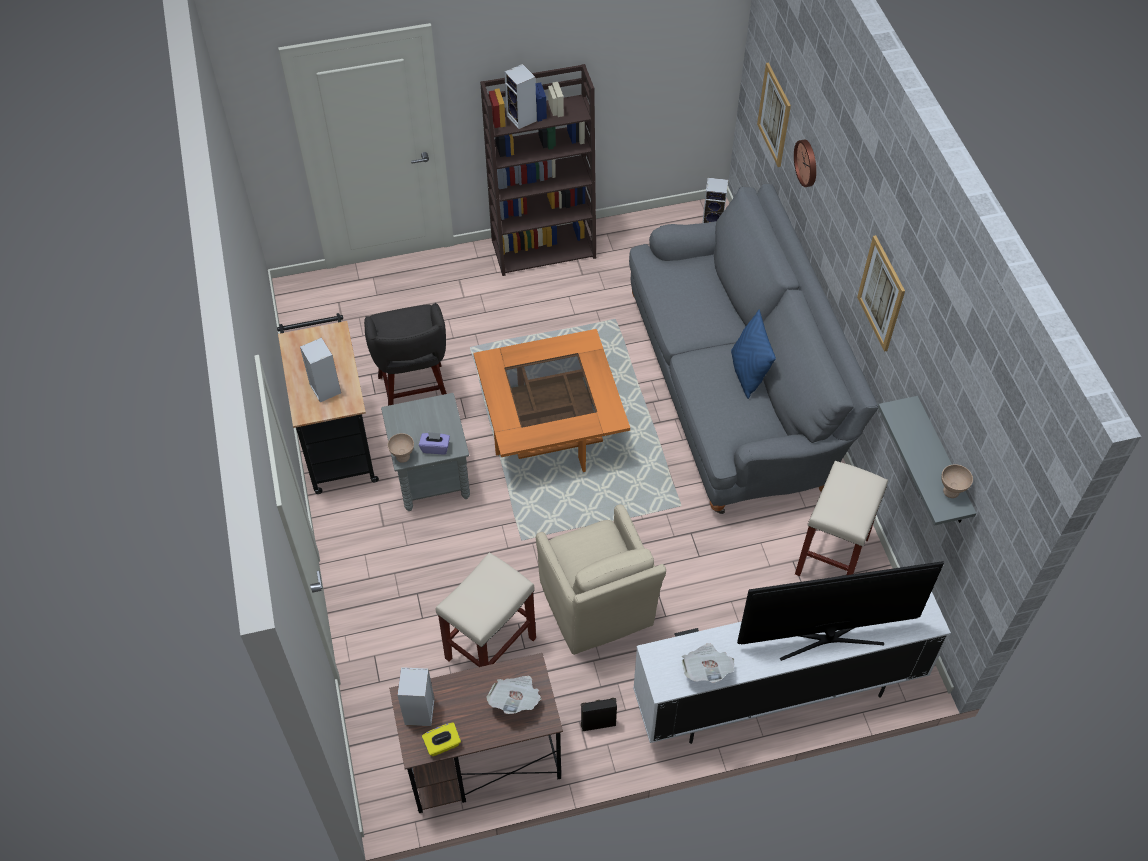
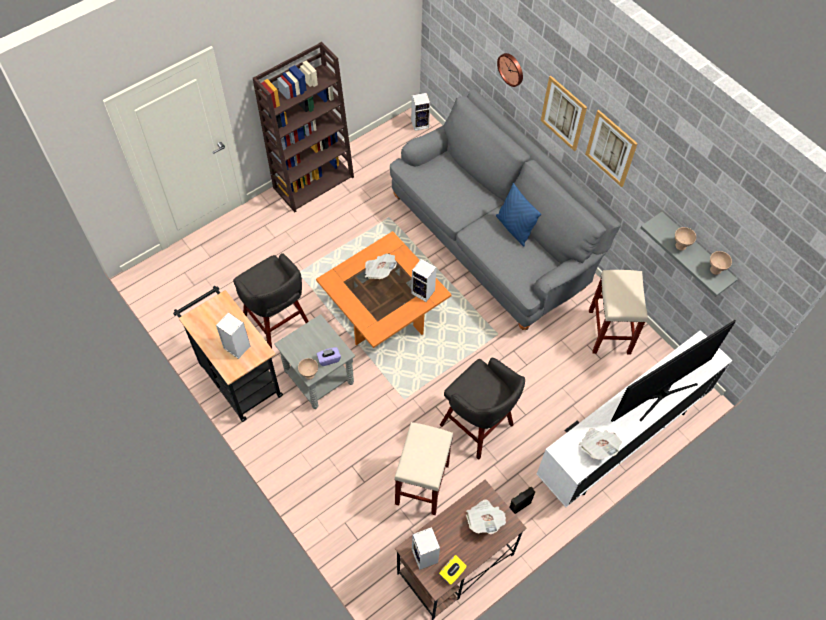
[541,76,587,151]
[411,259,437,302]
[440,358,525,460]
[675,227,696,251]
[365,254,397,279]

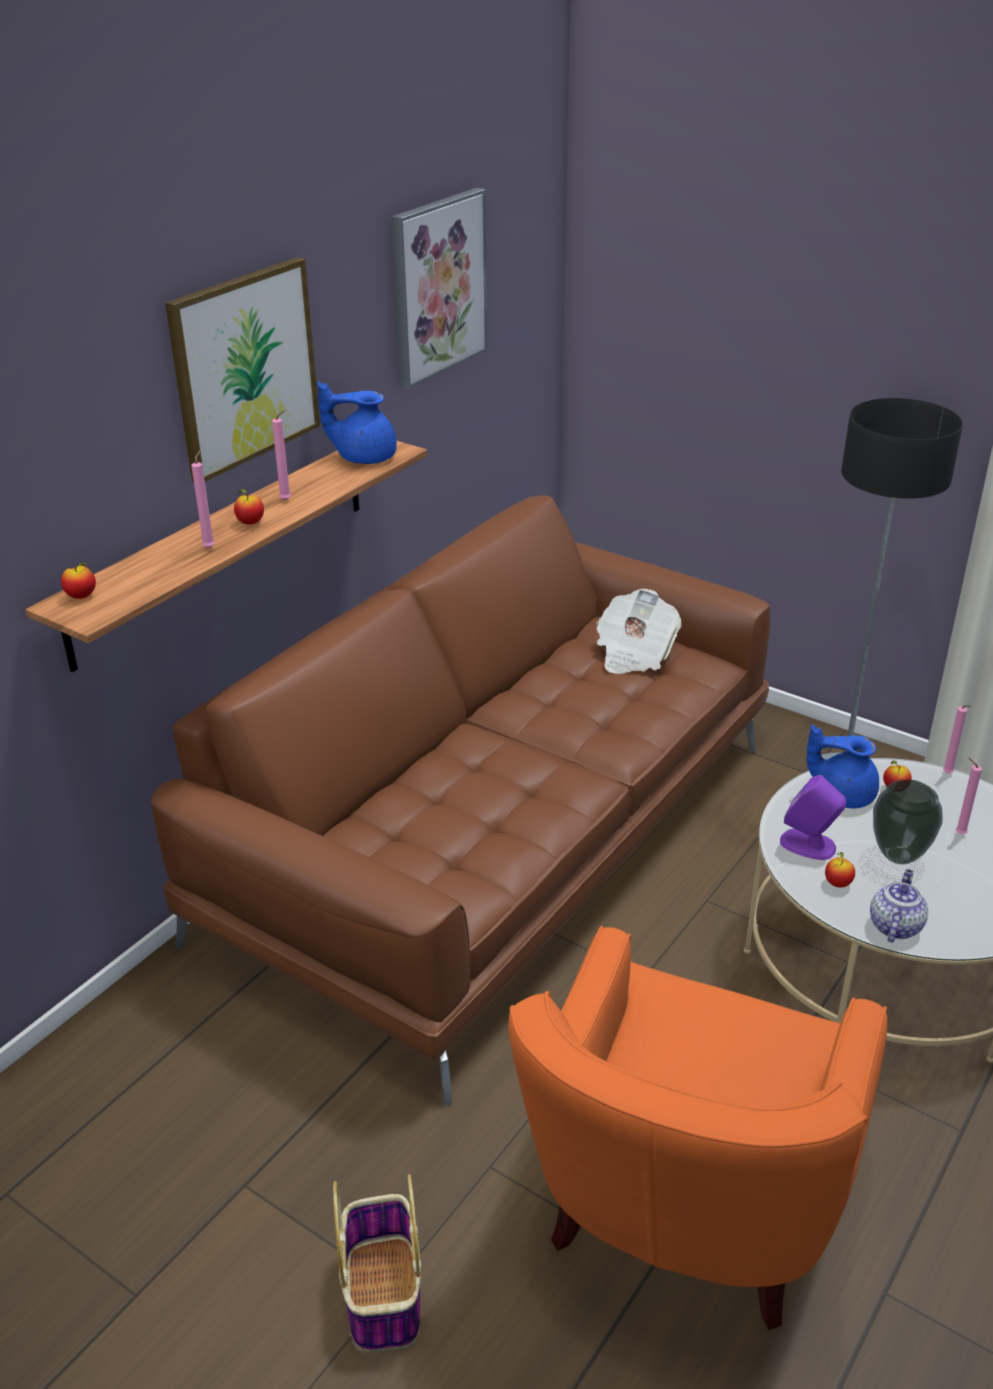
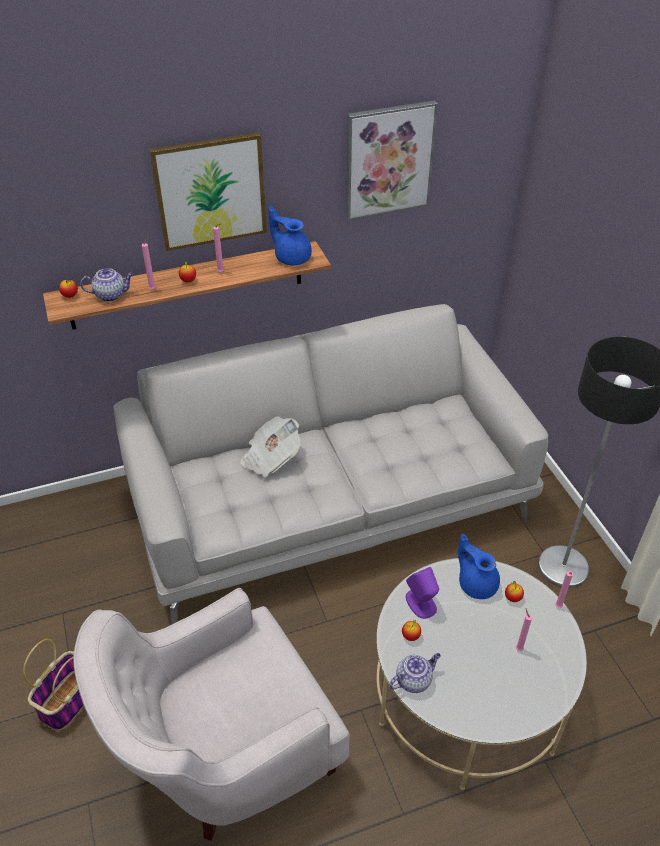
[113,304,548,625]
[240,416,301,477]
[873,780,943,864] (first image)
[73,588,350,841]
[80,268,133,302]

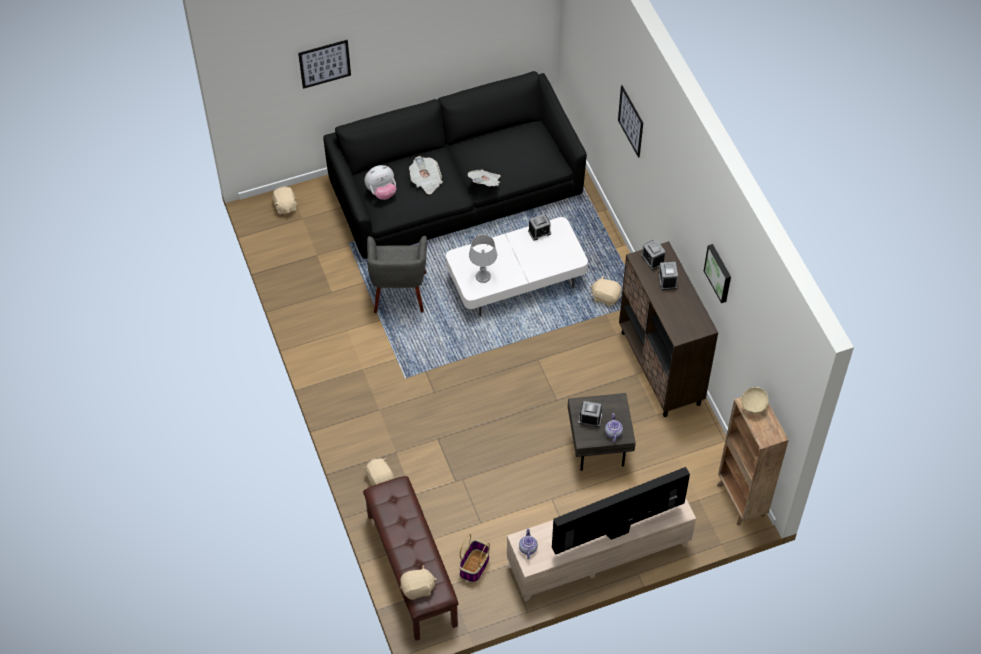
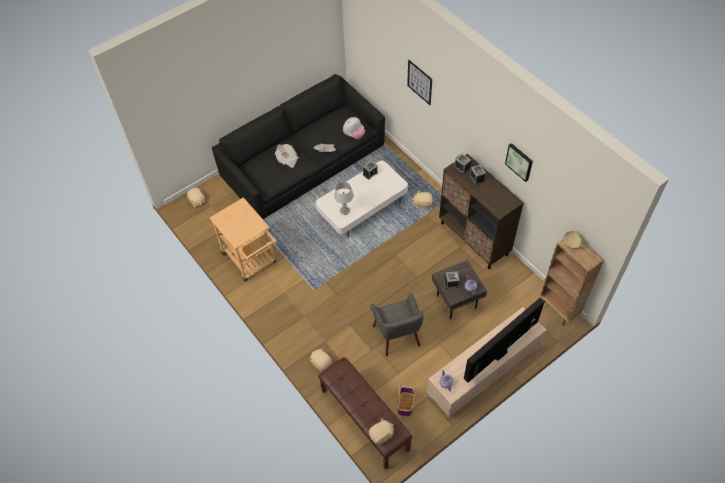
[298,40,351,89] (first image)
[343,117,365,139]
[370,292,423,356]
[210,197,277,281]

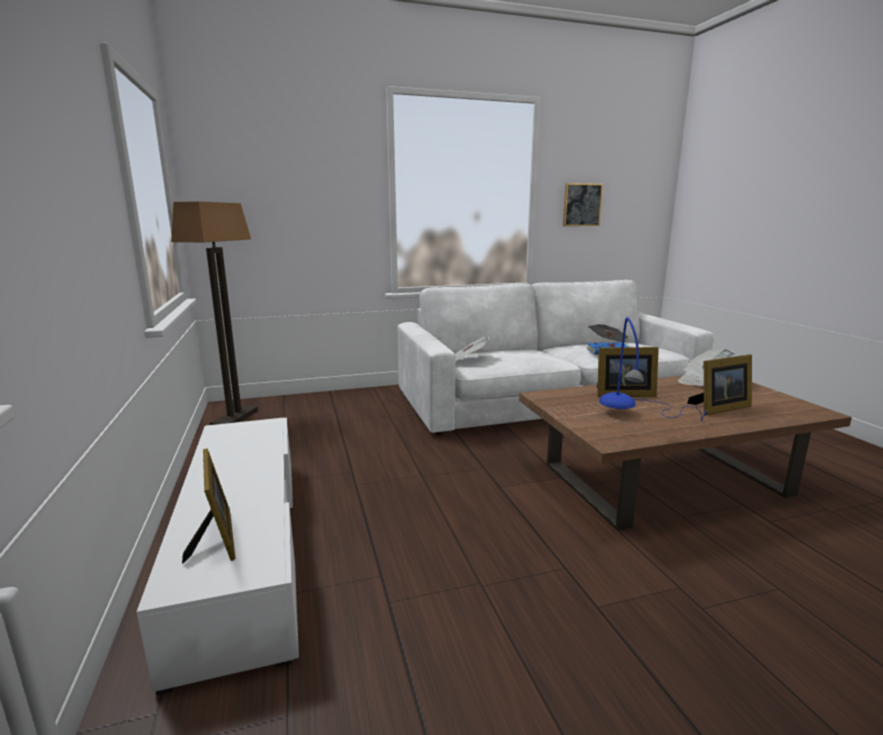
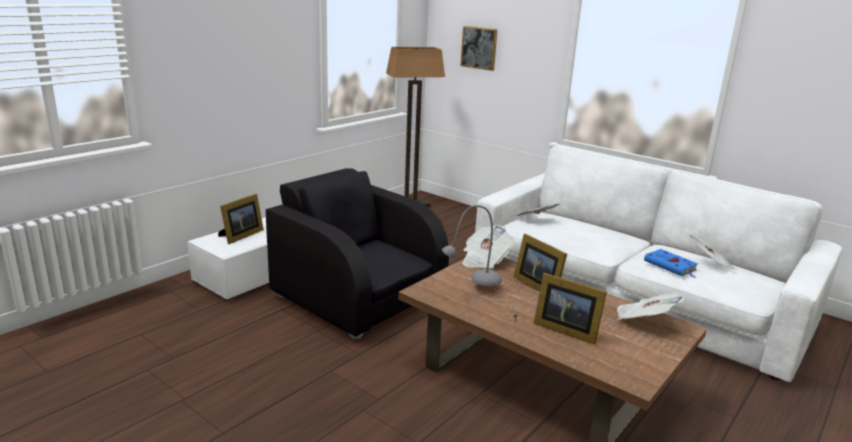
[460,26,497,71]
[442,205,518,322]
[266,168,449,339]
[462,225,514,269]

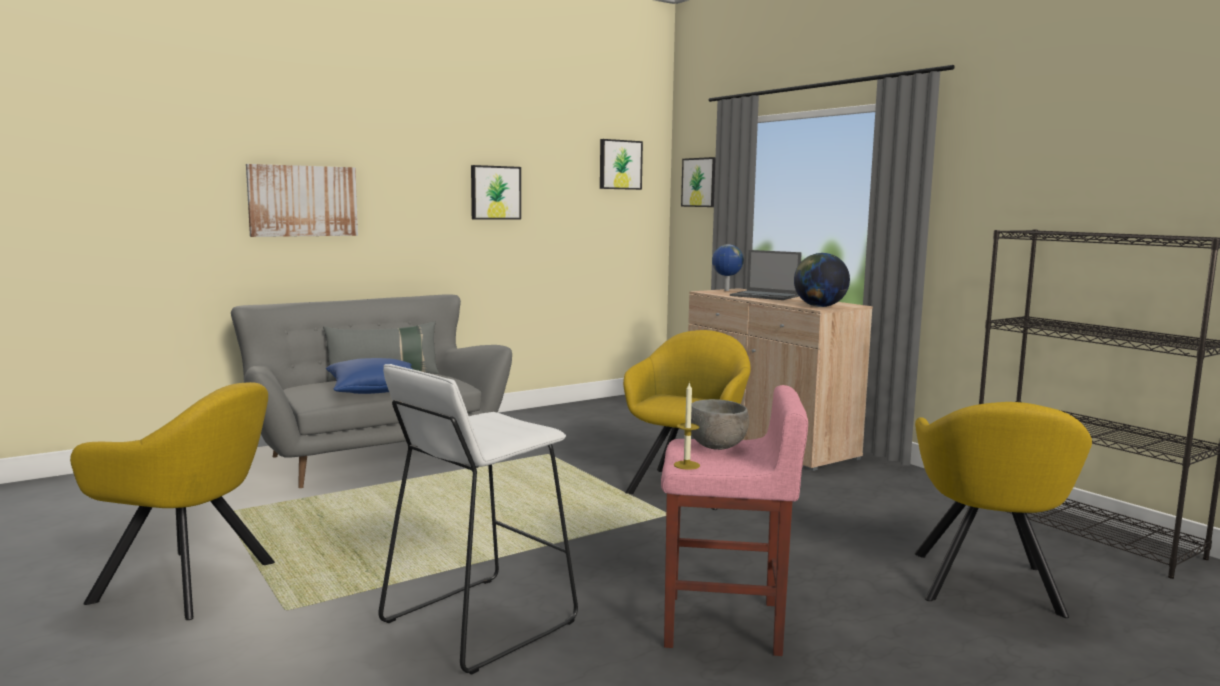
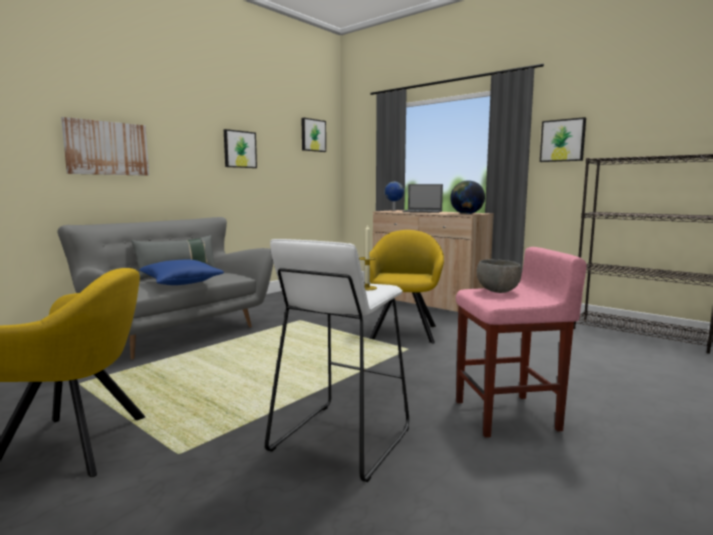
[540,117,586,162]
[359,224,377,290]
[915,402,1092,618] (first image)

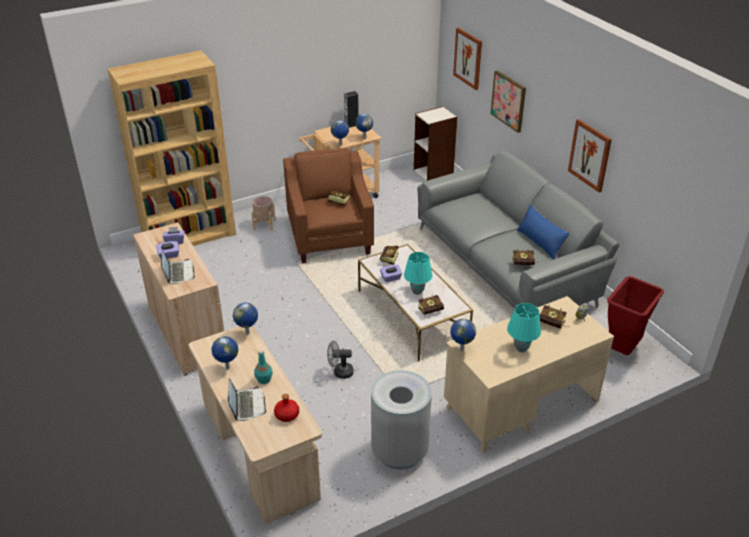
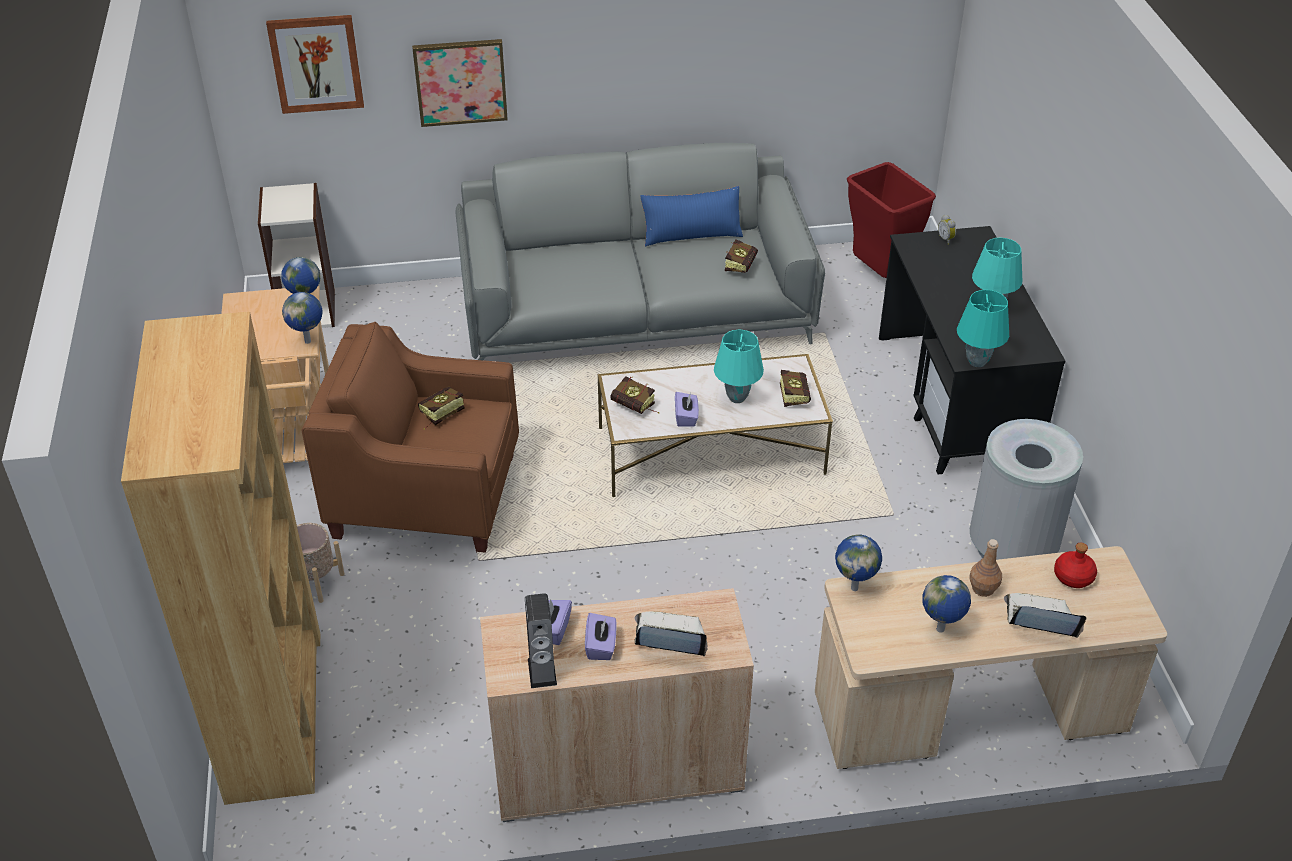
[525,593,557,688]
[568,119,612,192] (first image)
[879,226,1065,475]
[540,305,570,329] (first image)
[957,290,1009,367]
[327,341,354,379] (first image)
[969,539,1002,597]

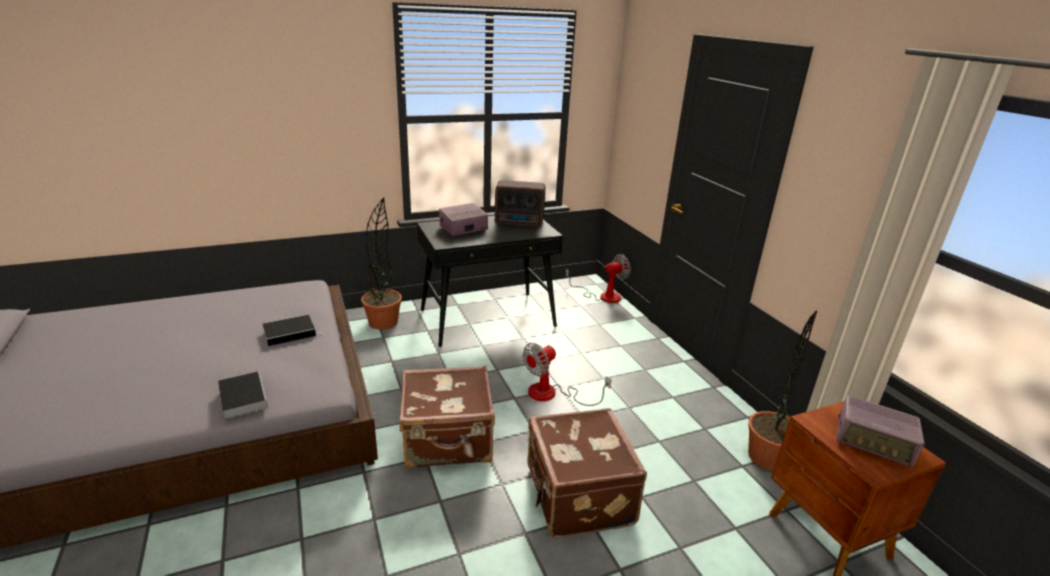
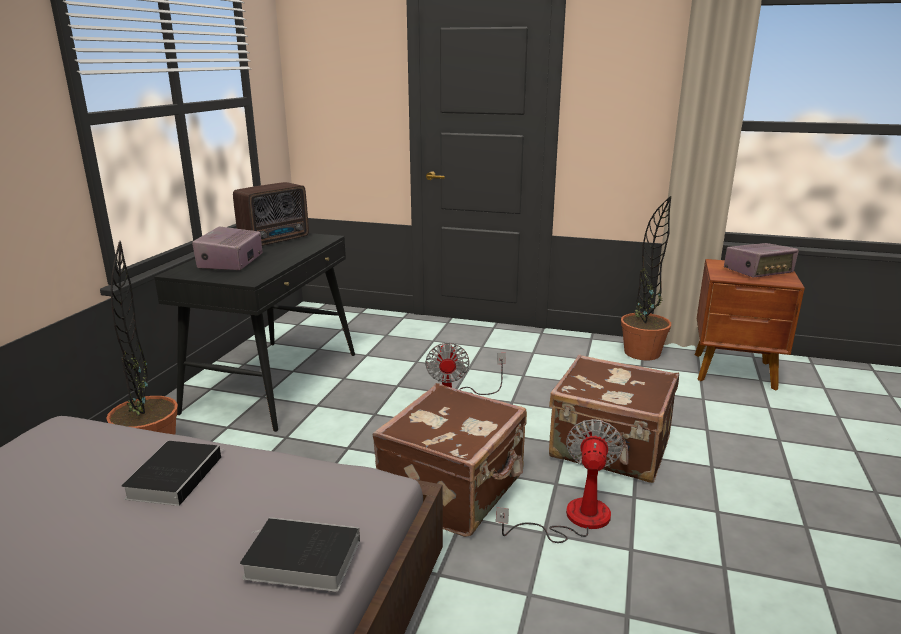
[496,419,624,543]

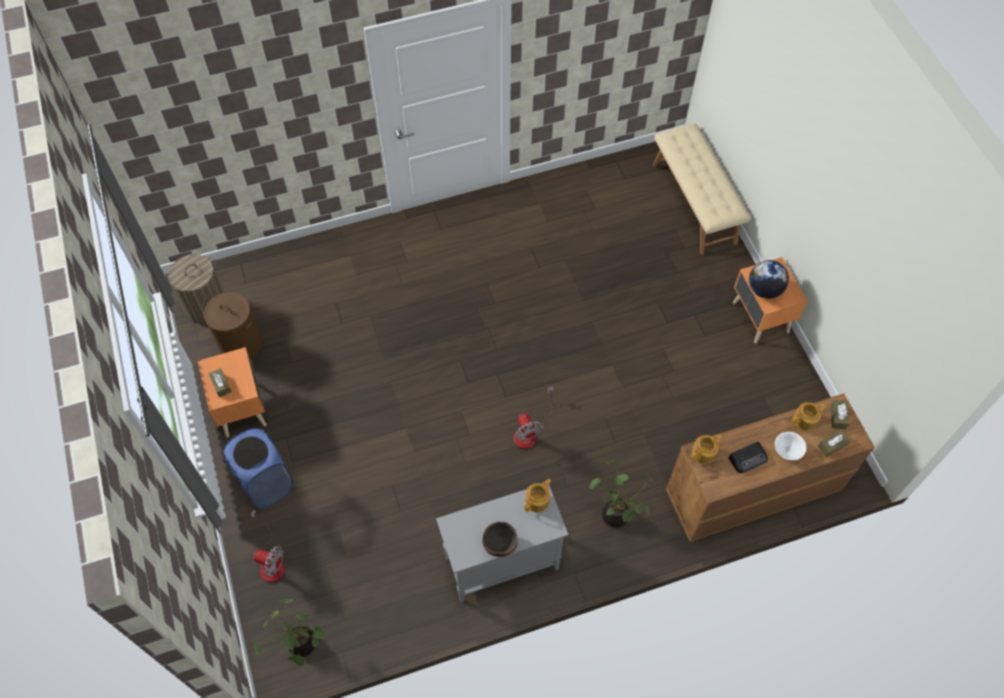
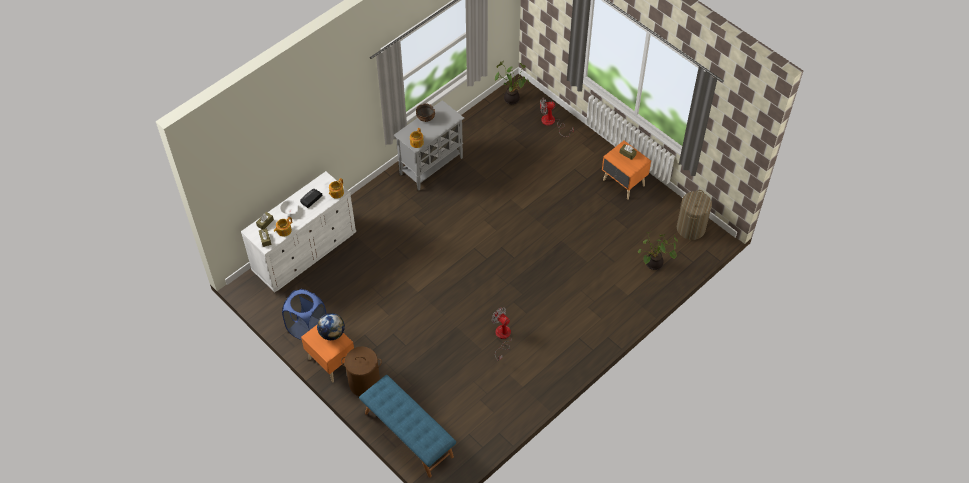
[359,375,456,478]
[341,346,382,396]
[491,307,512,360]
[241,171,356,293]
[282,289,327,340]
[638,231,678,270]

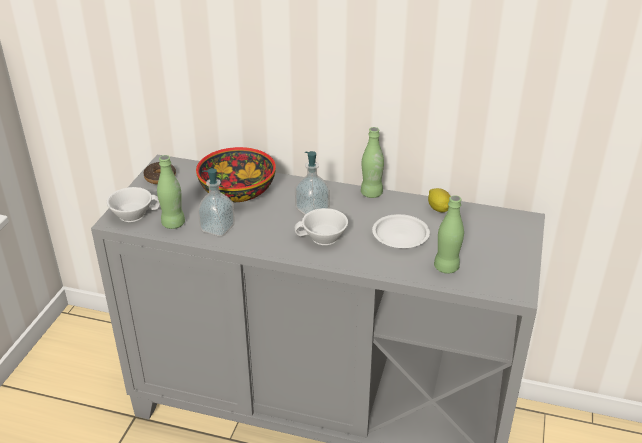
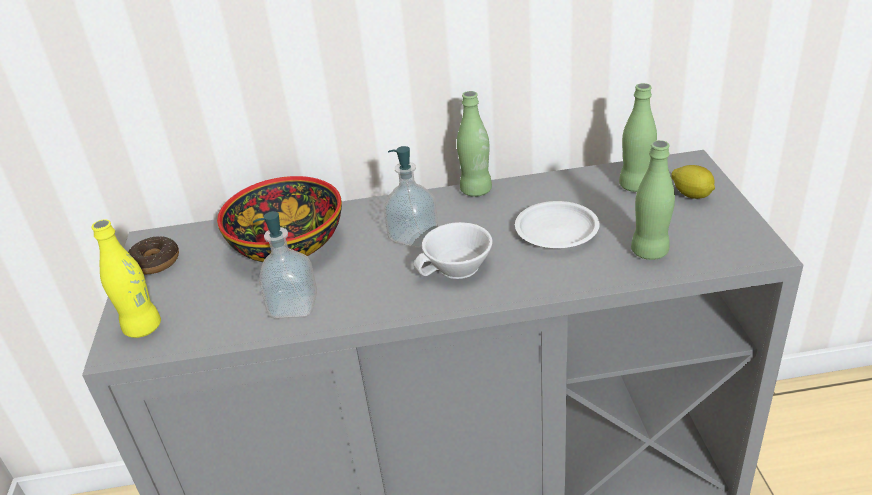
[619,83,657,192]
[91,219,161,338]
[671,165,715,199]

